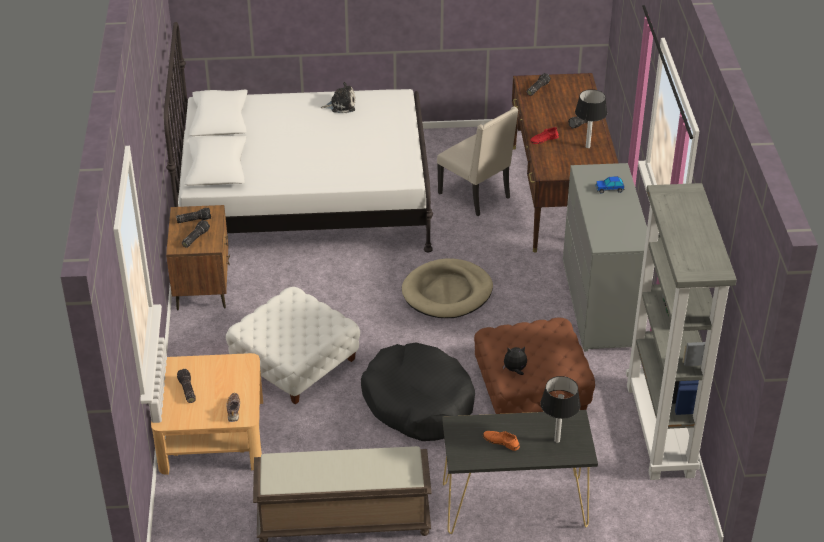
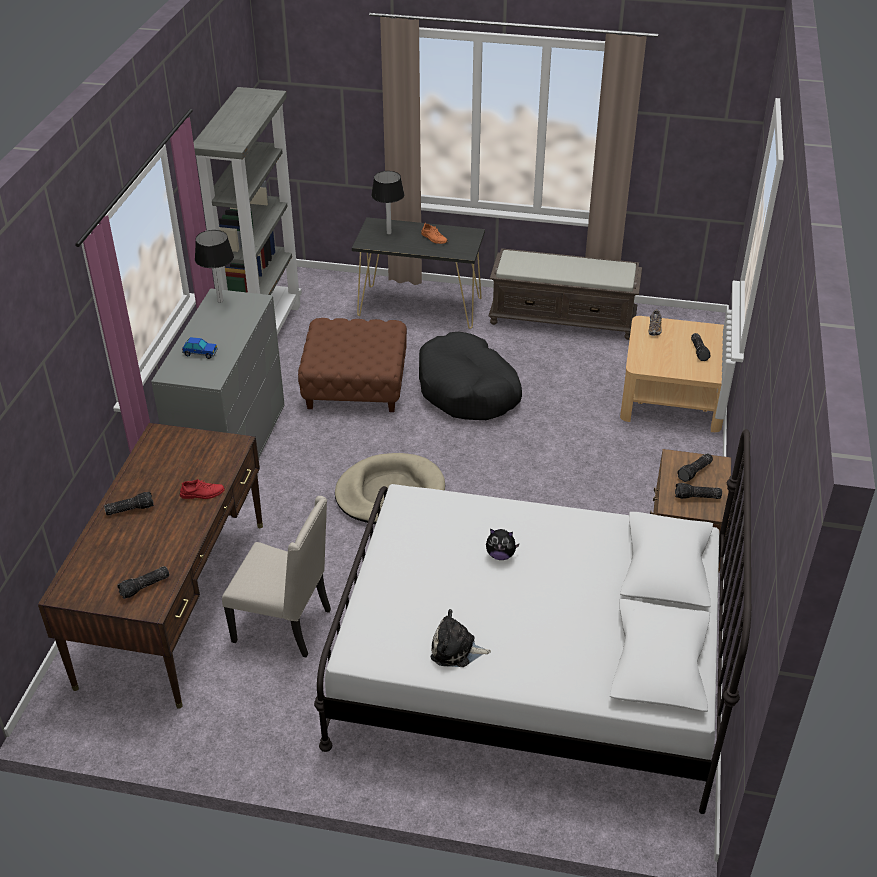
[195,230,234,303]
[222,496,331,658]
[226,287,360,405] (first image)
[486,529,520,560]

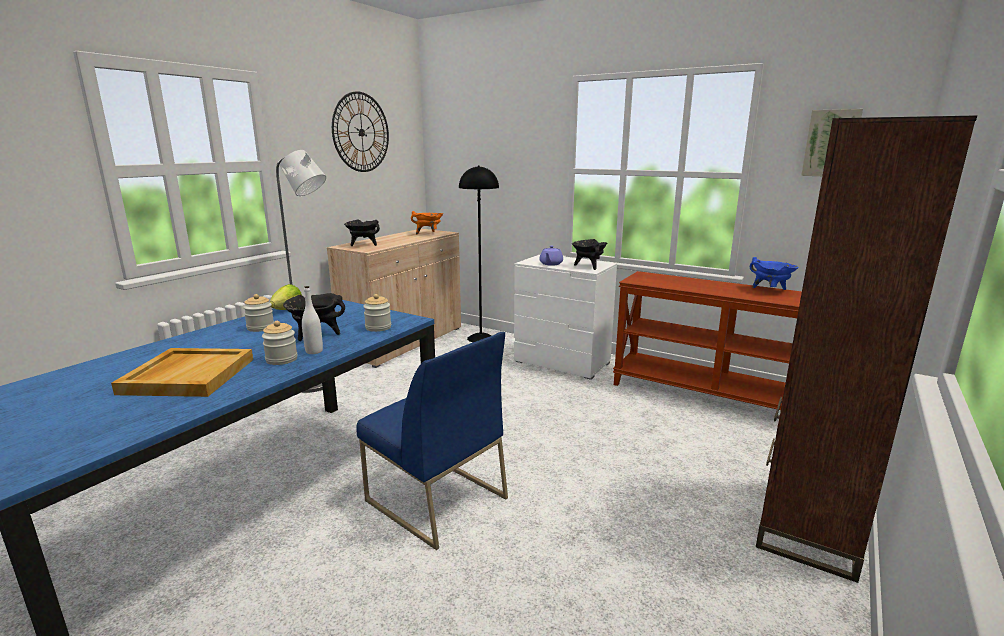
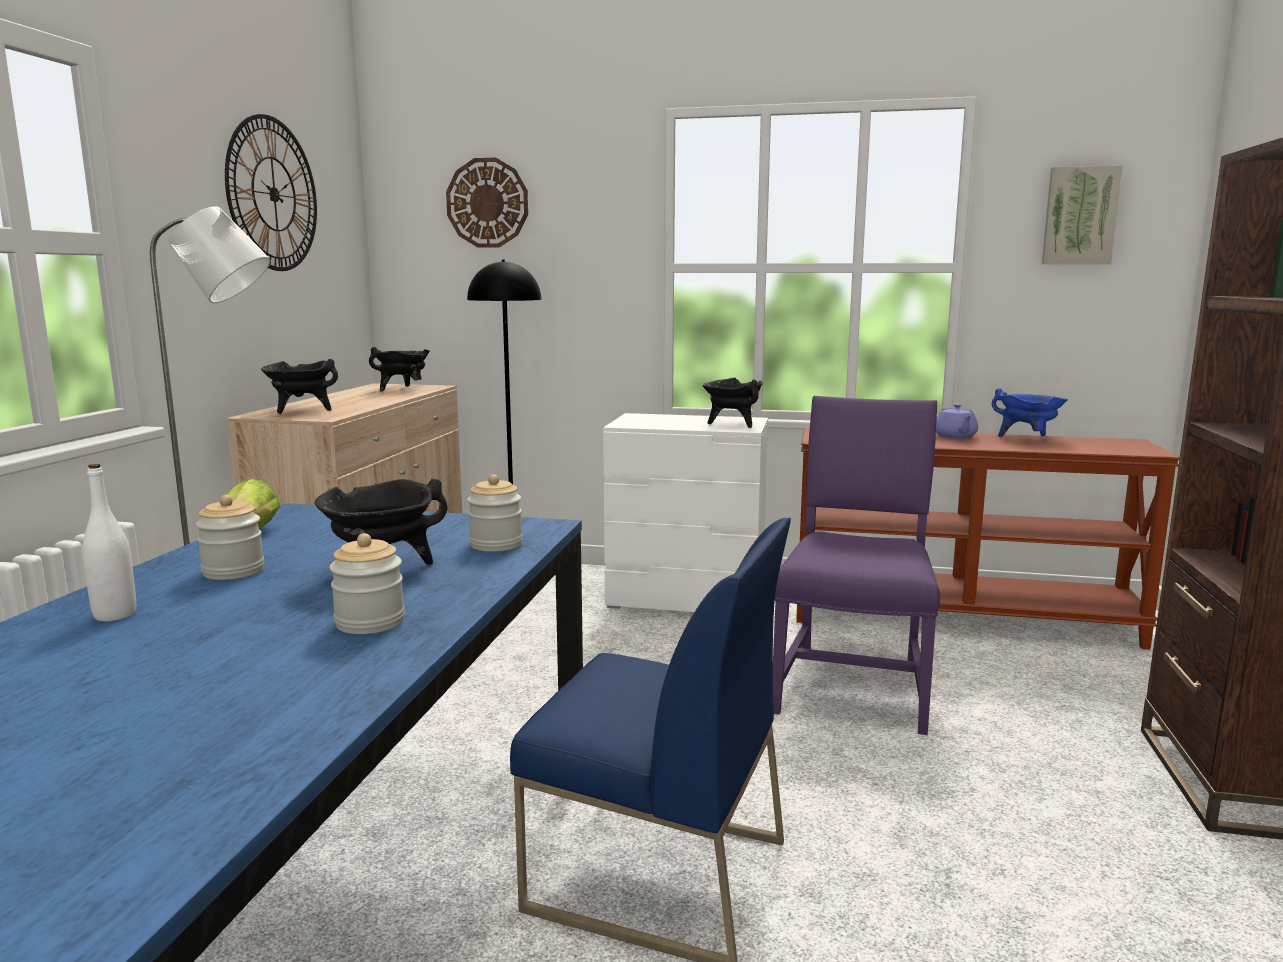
[369,347,430,391]
[936,404,978,439]
[82,464,136,621]
[111,348,253,397] (first image)
[446,158,528,248]
[773,396,940,735]

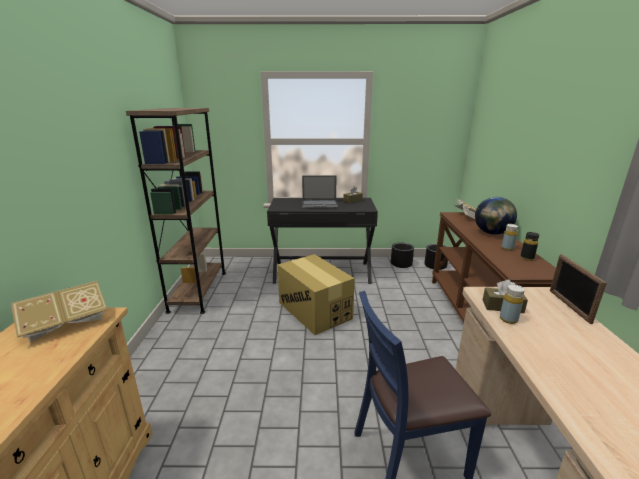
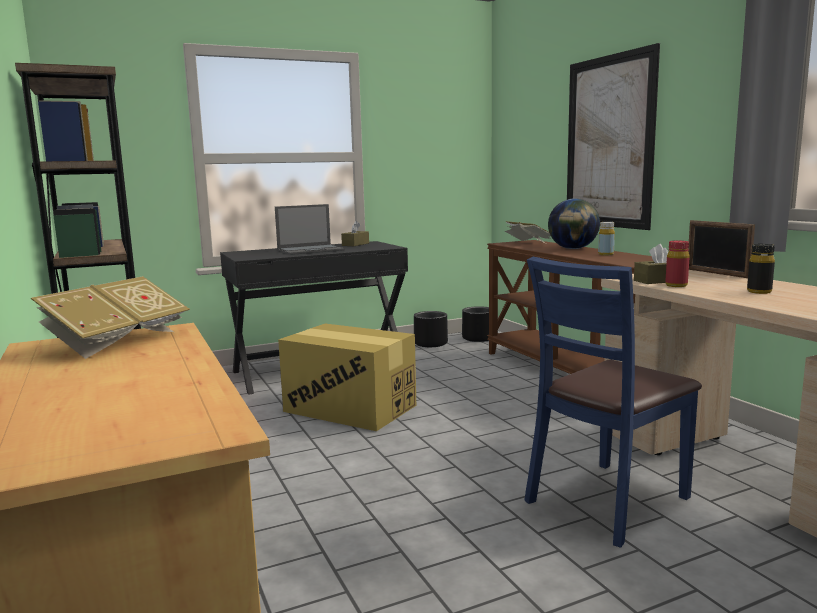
[747,244,775,294]
[665,241,690,287]
[567,43,660,230]

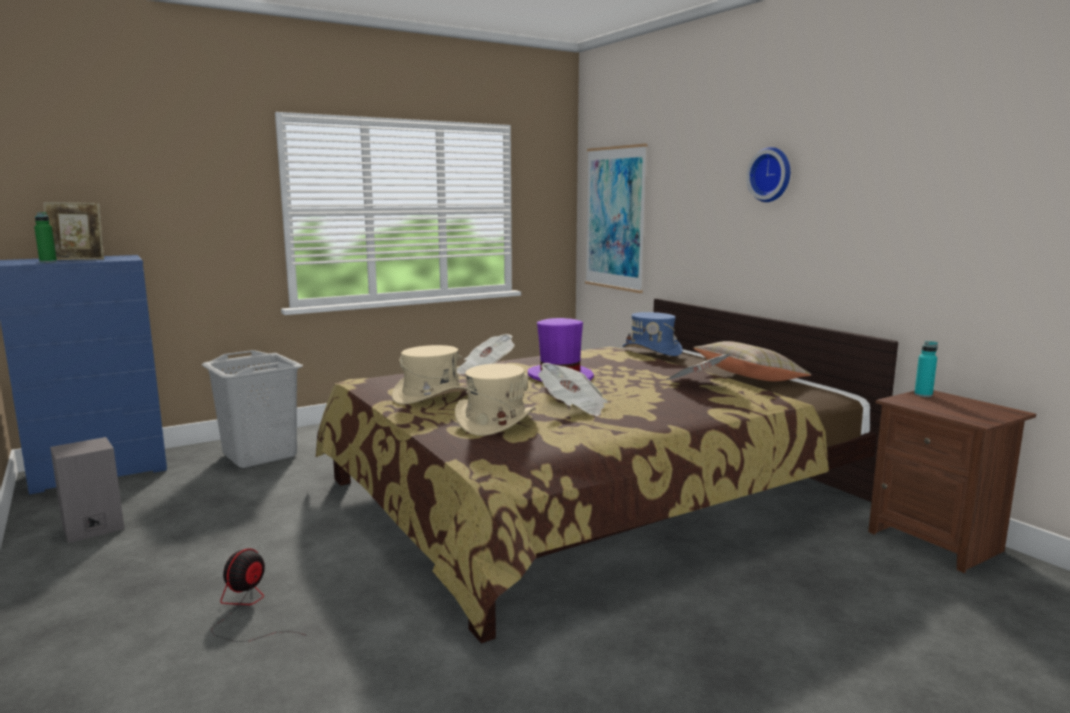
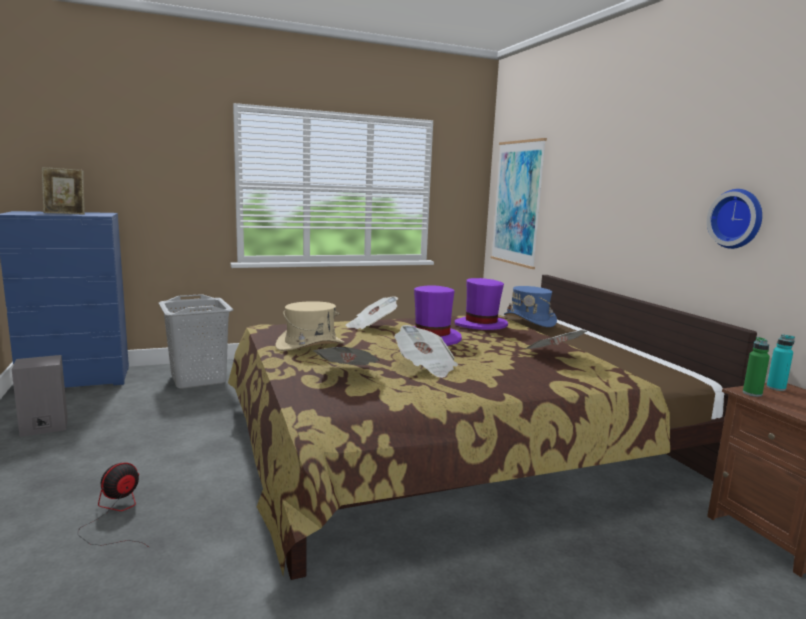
[707,189,762,249]
[743,337,770,397]
[693,341,812,381] (first image)
[313,347,380,365]
[455,278,508,330]

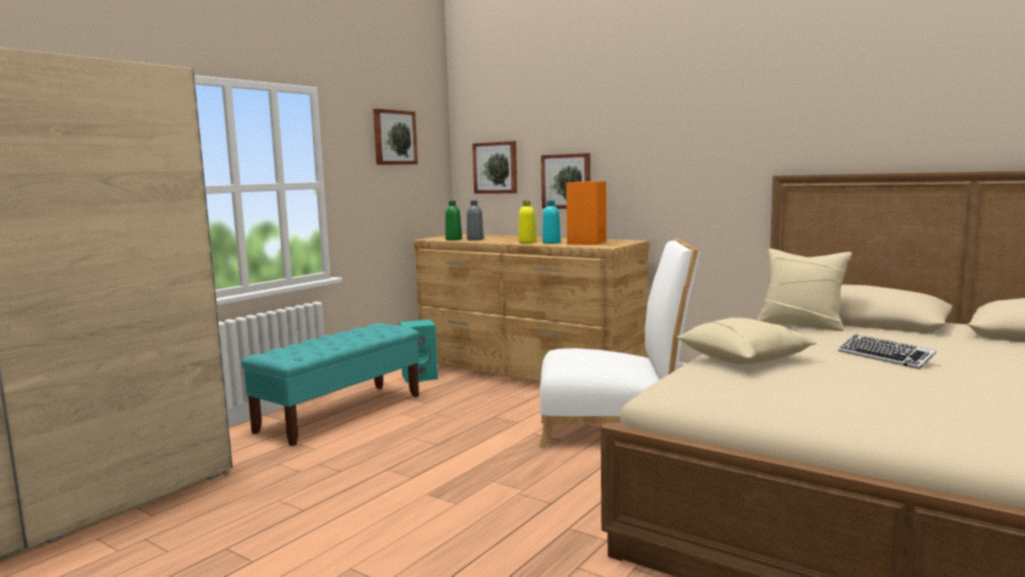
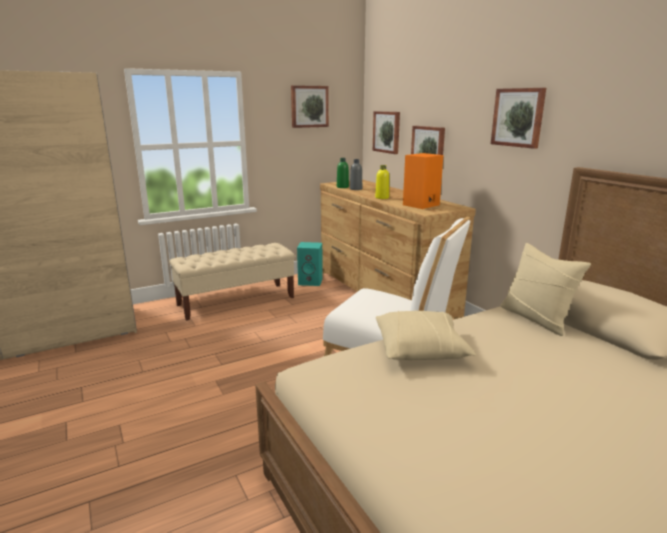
[542,200,561,244] (first image)
[169,243,295,321]
[838,334,937,369] (first image)
[491,88,546,149]

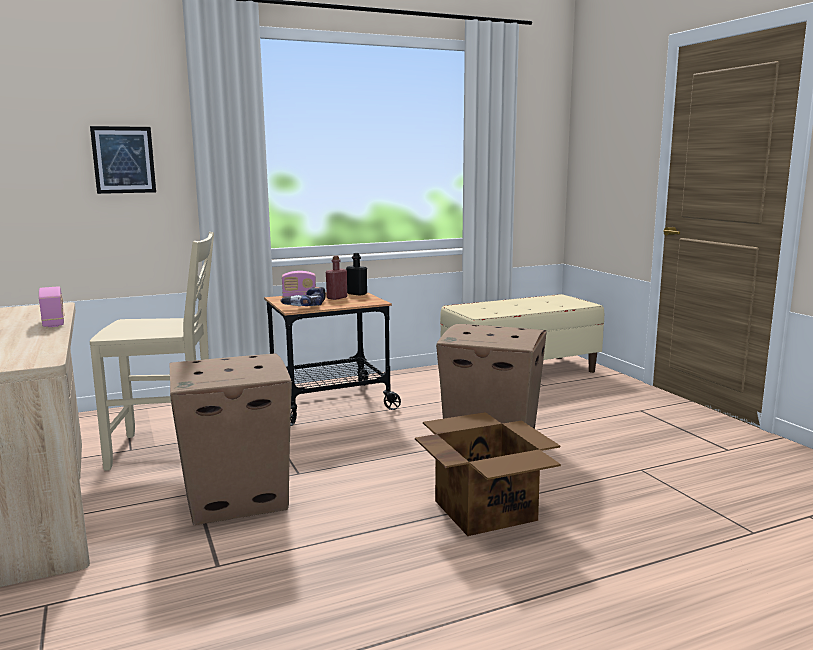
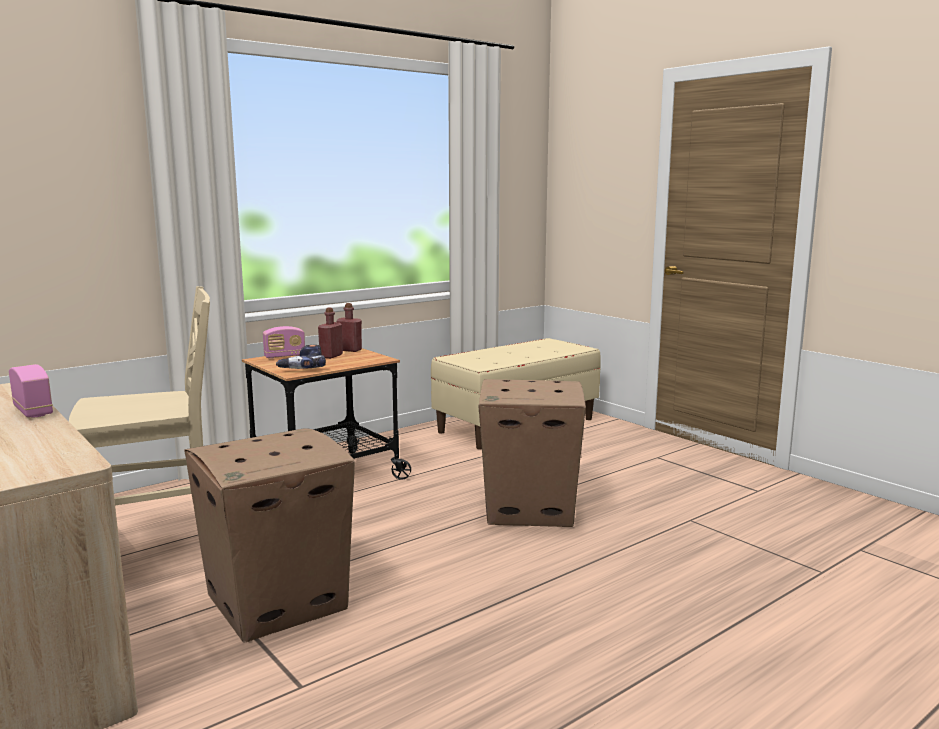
[90,126,156,194] (first image)
[337,303,362,352]
[415,412,561,536] (first image)

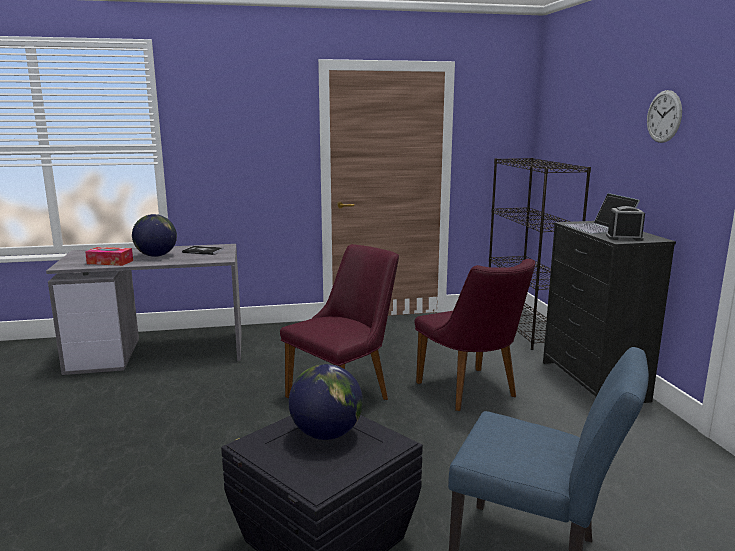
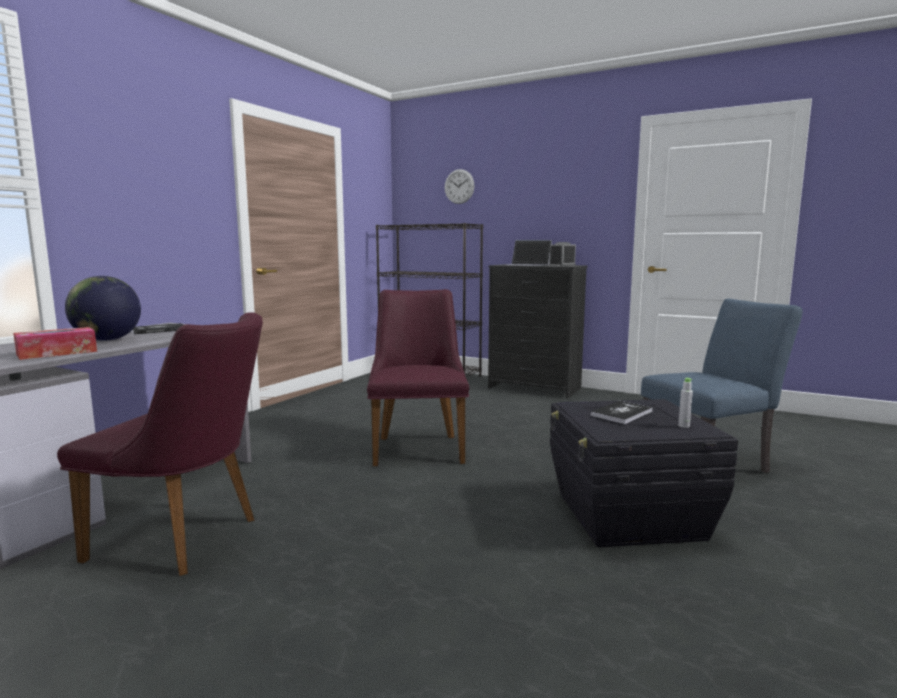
[445,169,475,204]
[57,312,263,576]
[590,401,653,424]
[678,378,693,428]

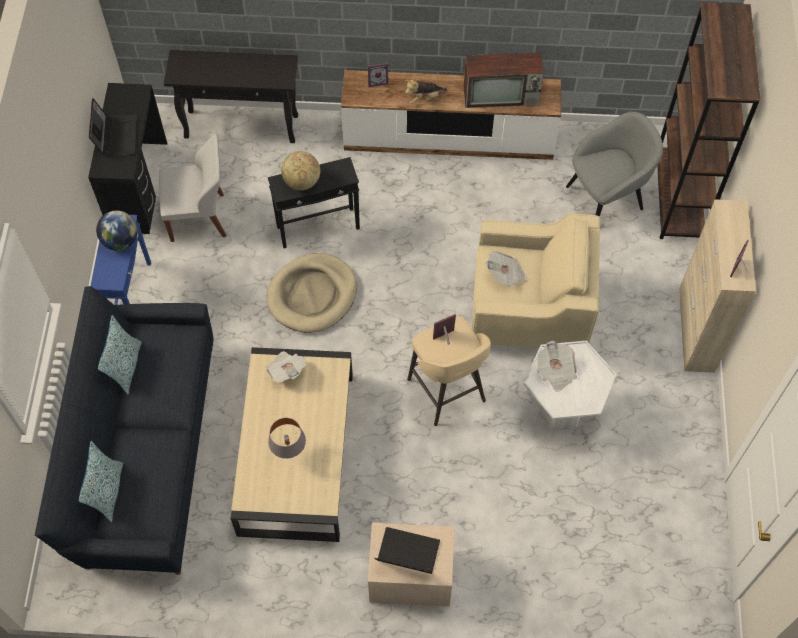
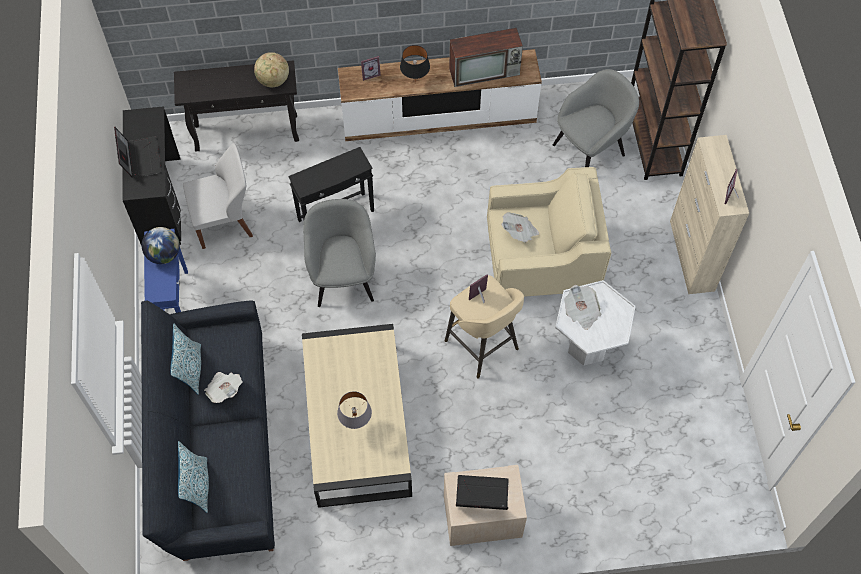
[400,45,430,84]
[254,52,289,87]
[303,199,376,307]
[204,372,243,403]

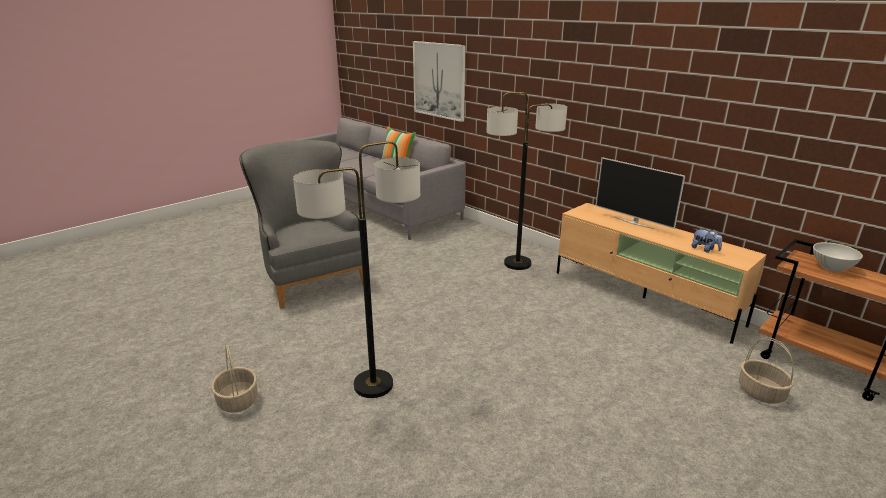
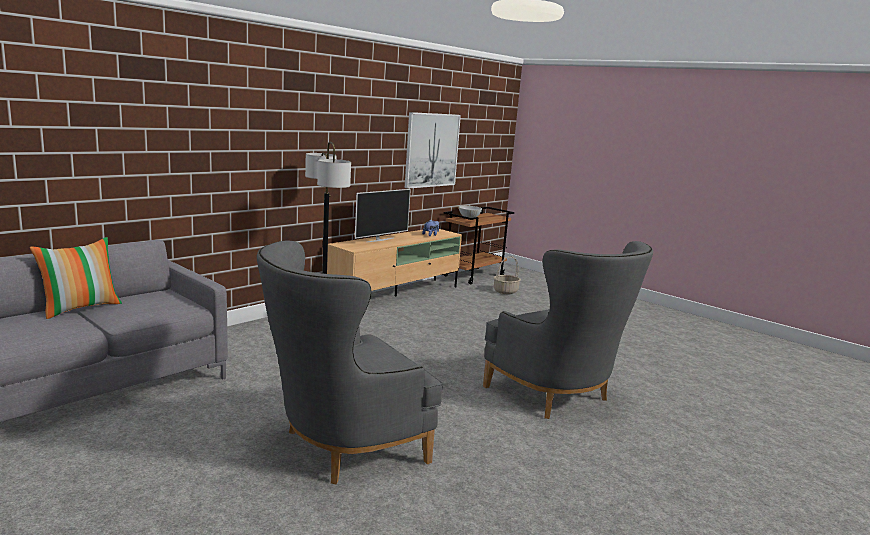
[405,112,461,189]
[483,241,653,419]
[211,345,258,413] (first image)

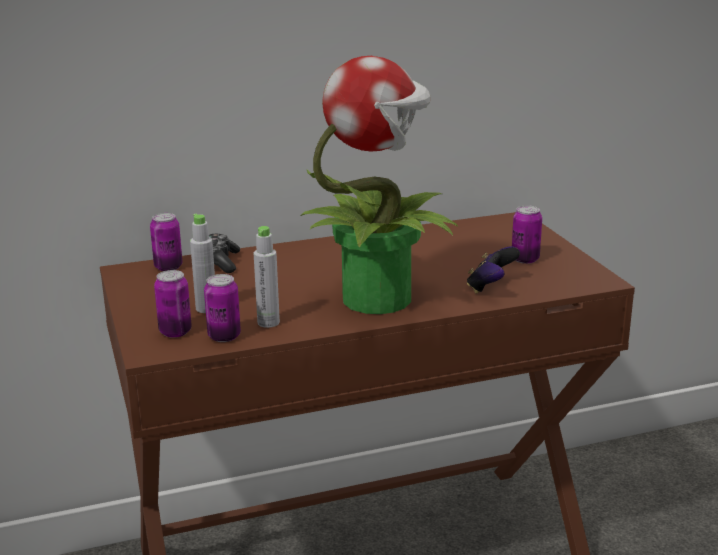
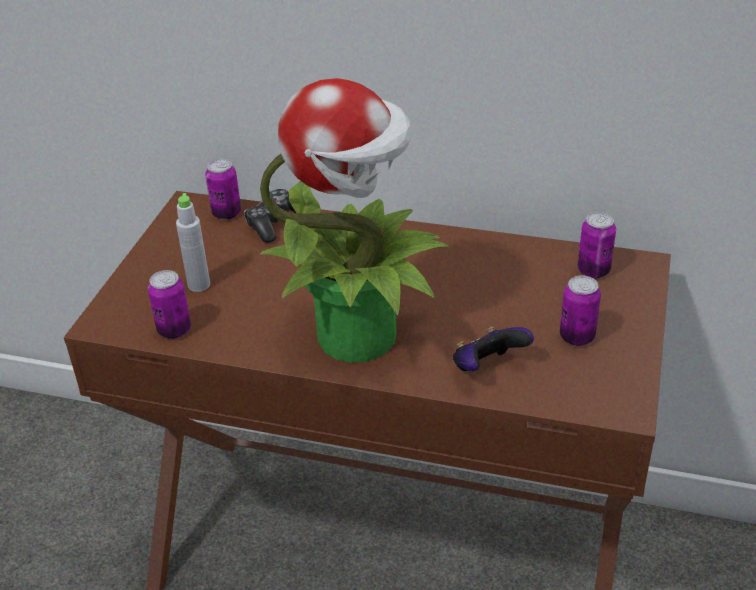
[253,226,280,328] (first image)
[578,212,616,278]

